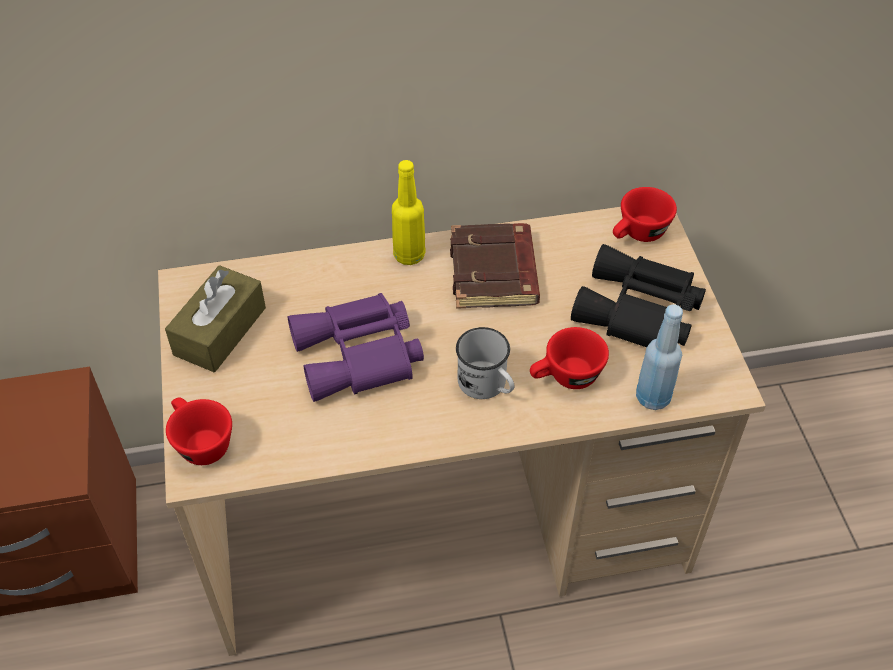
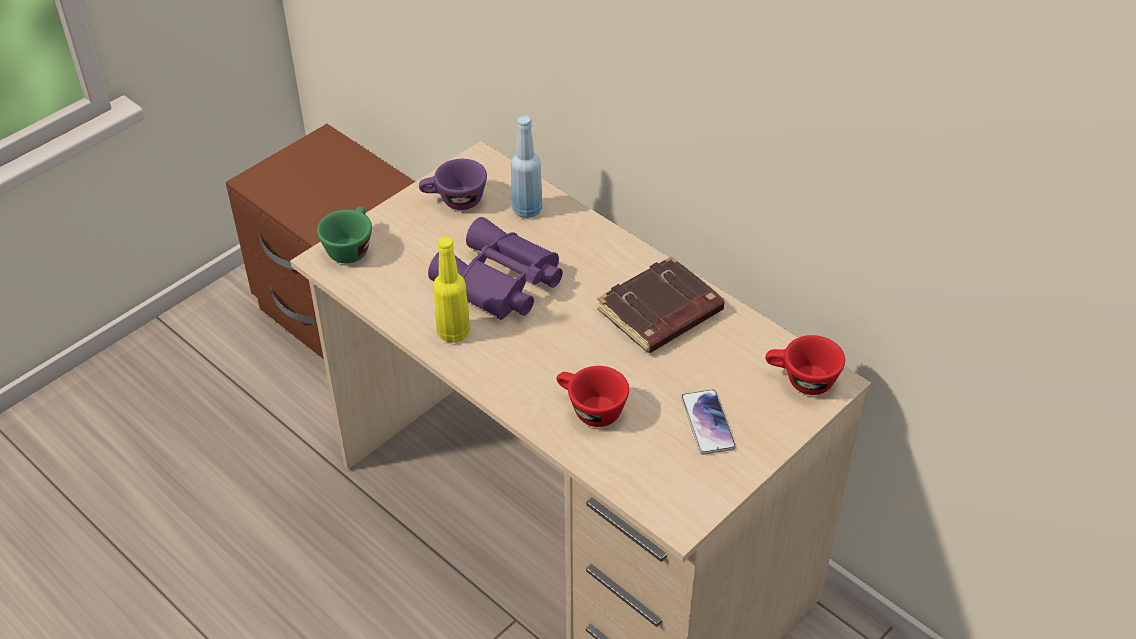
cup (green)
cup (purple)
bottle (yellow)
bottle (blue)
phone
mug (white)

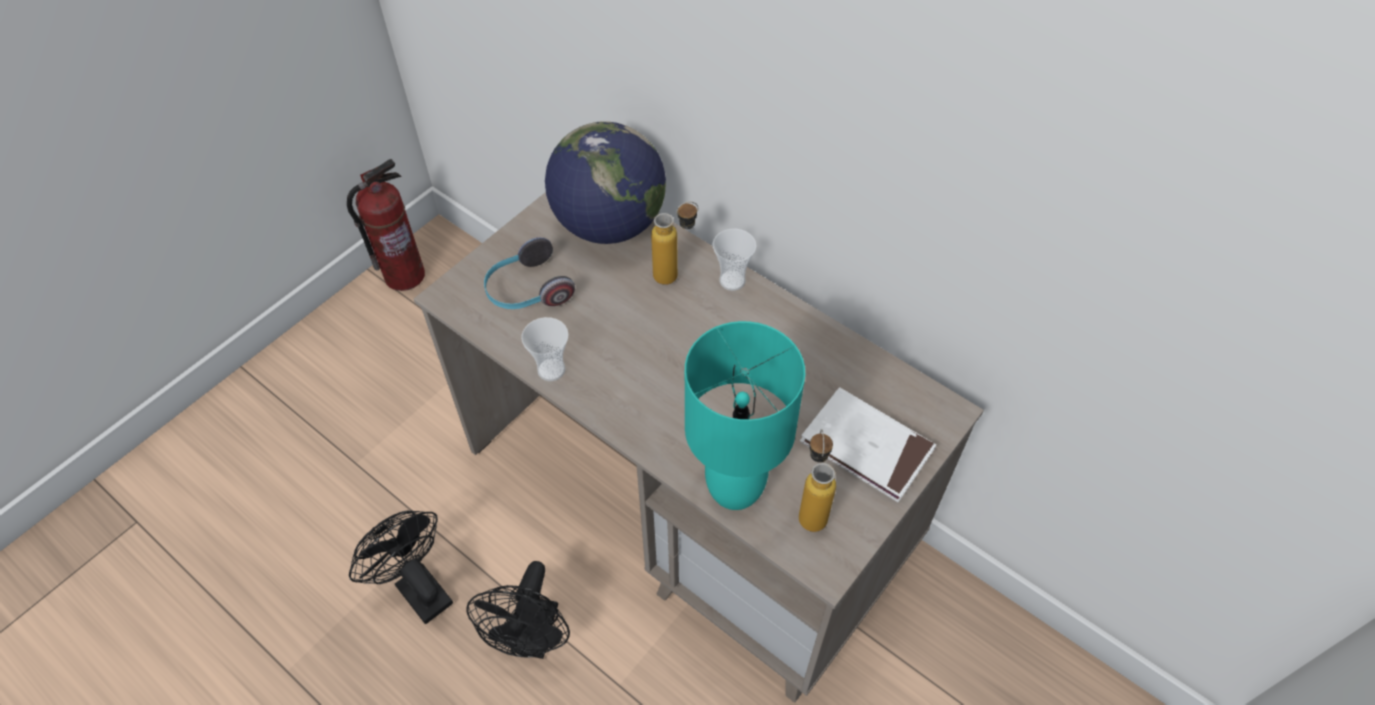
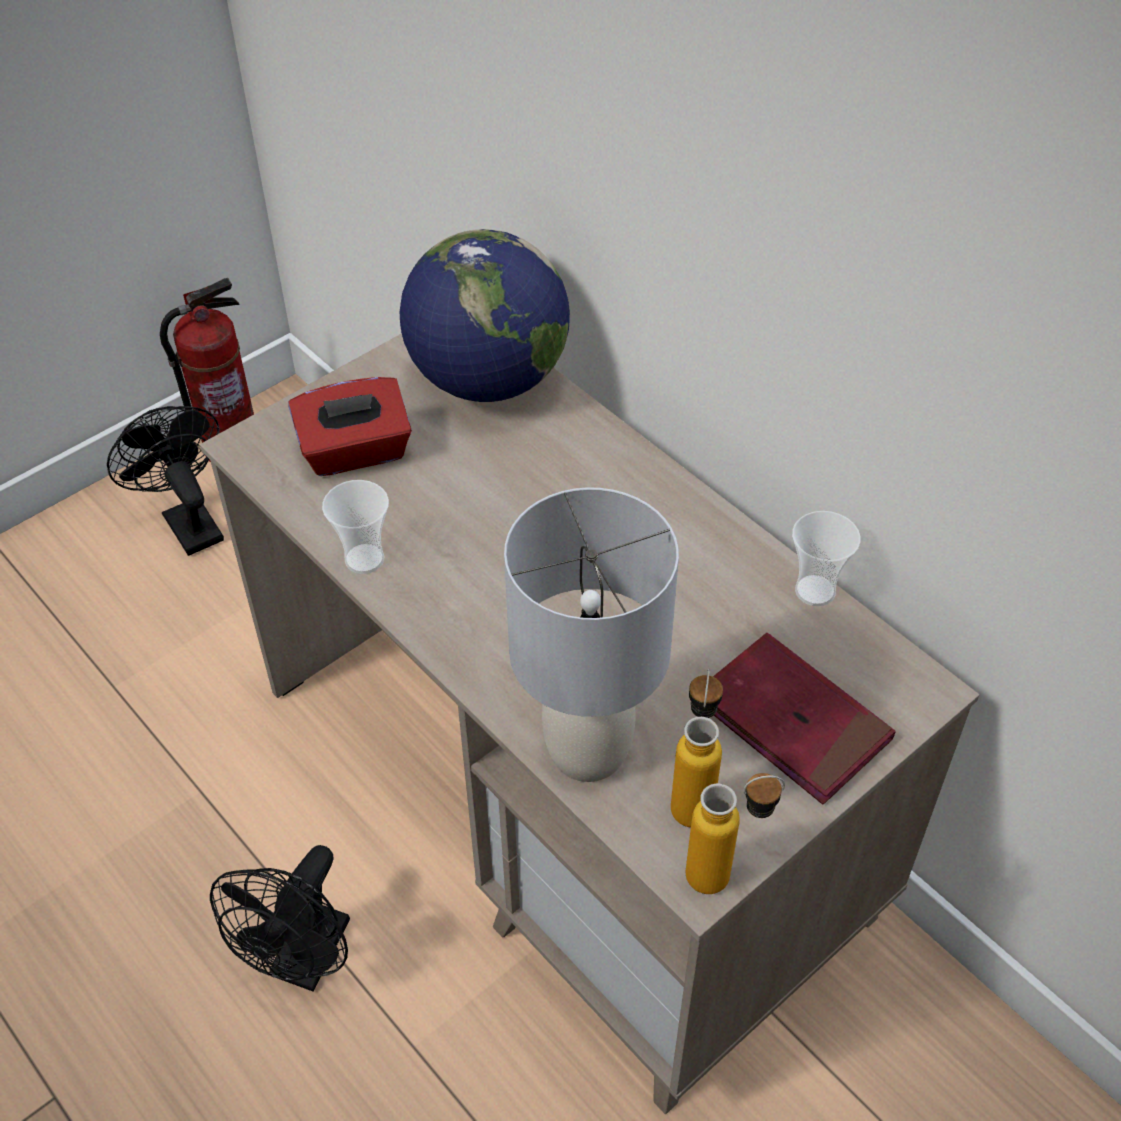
fan (black) (1st from left)
tissue box (red)
table lamp (grey)
bottle (2nd from left)
book (red)
cup (2nd from left)

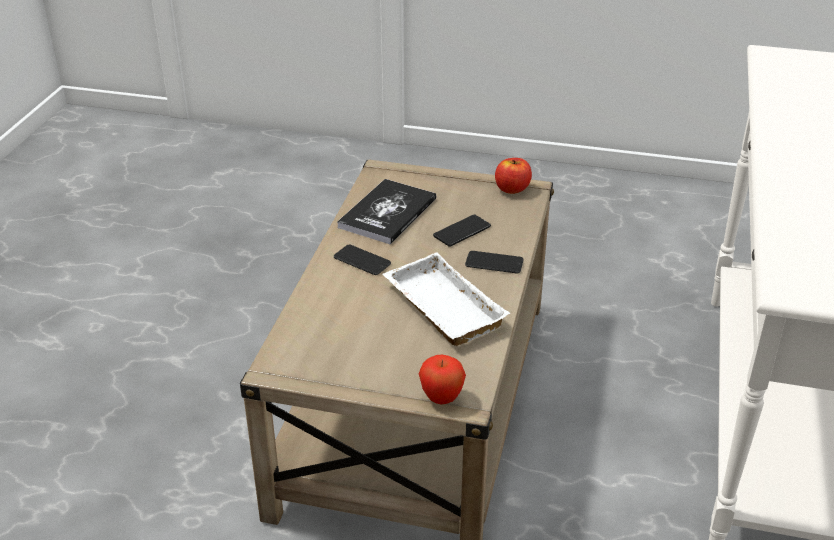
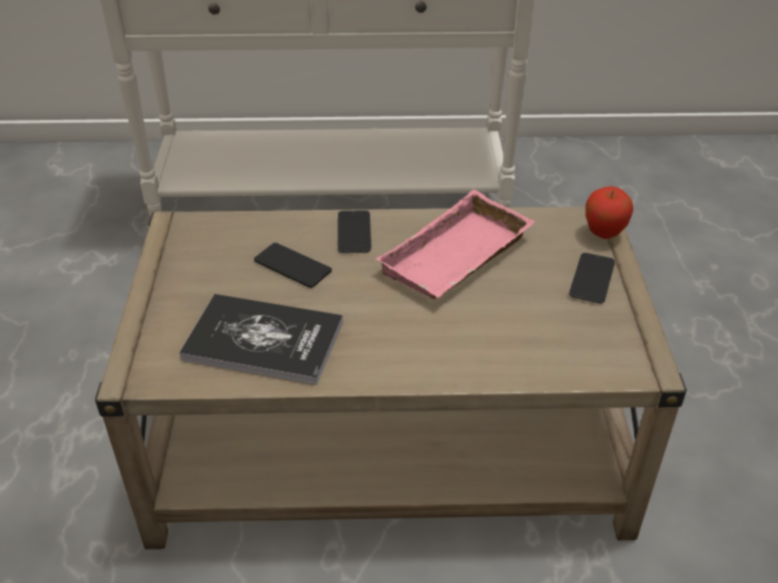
tray (pink)
phone (3rd from left)
apple (2nd from left in the first image)

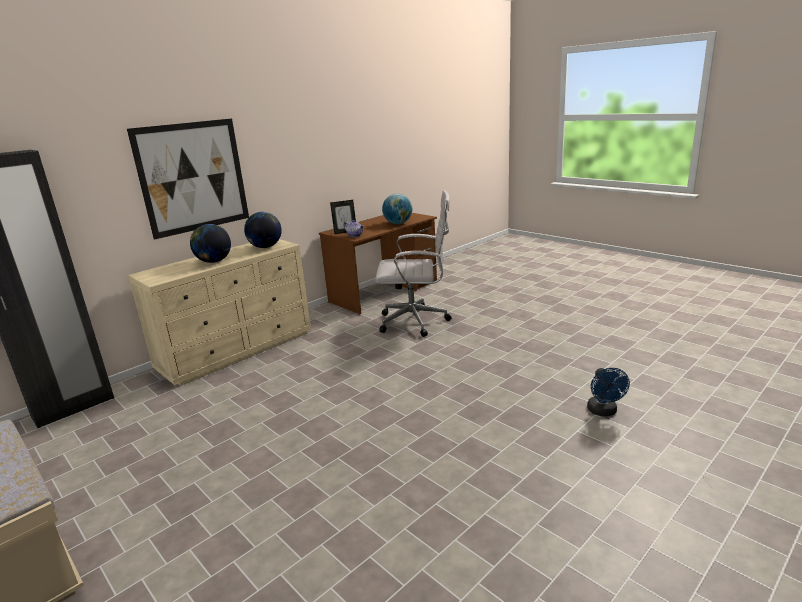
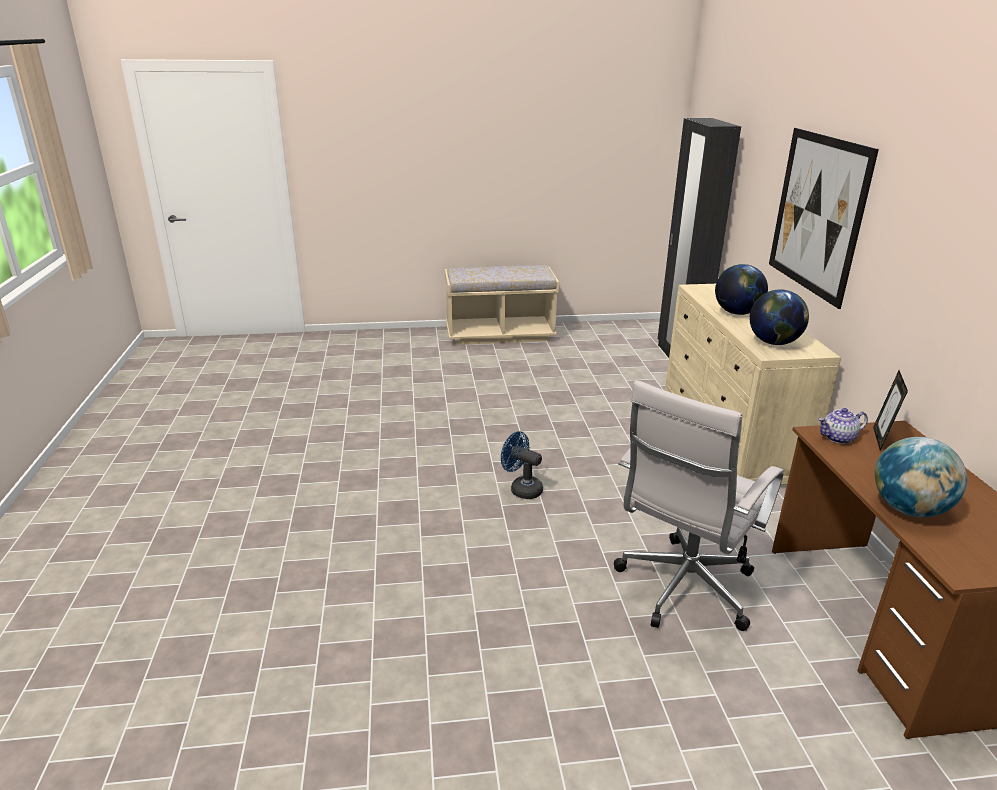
fan (blue)

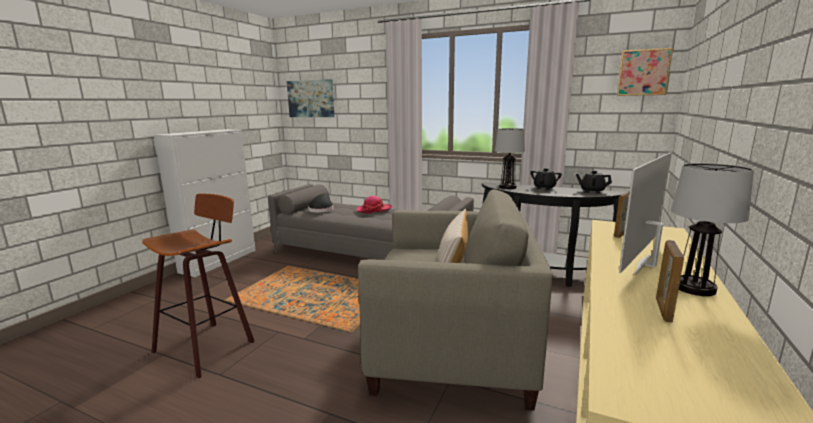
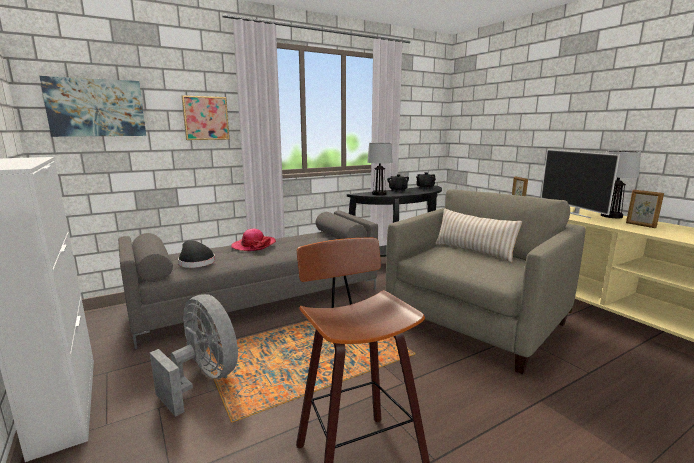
fan (grey)
picture (2nd from left)

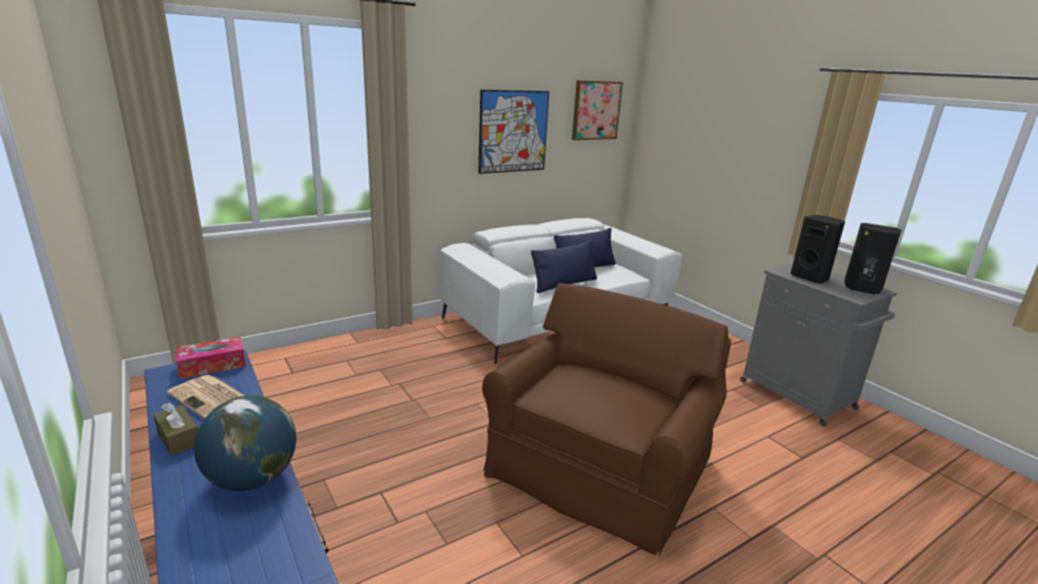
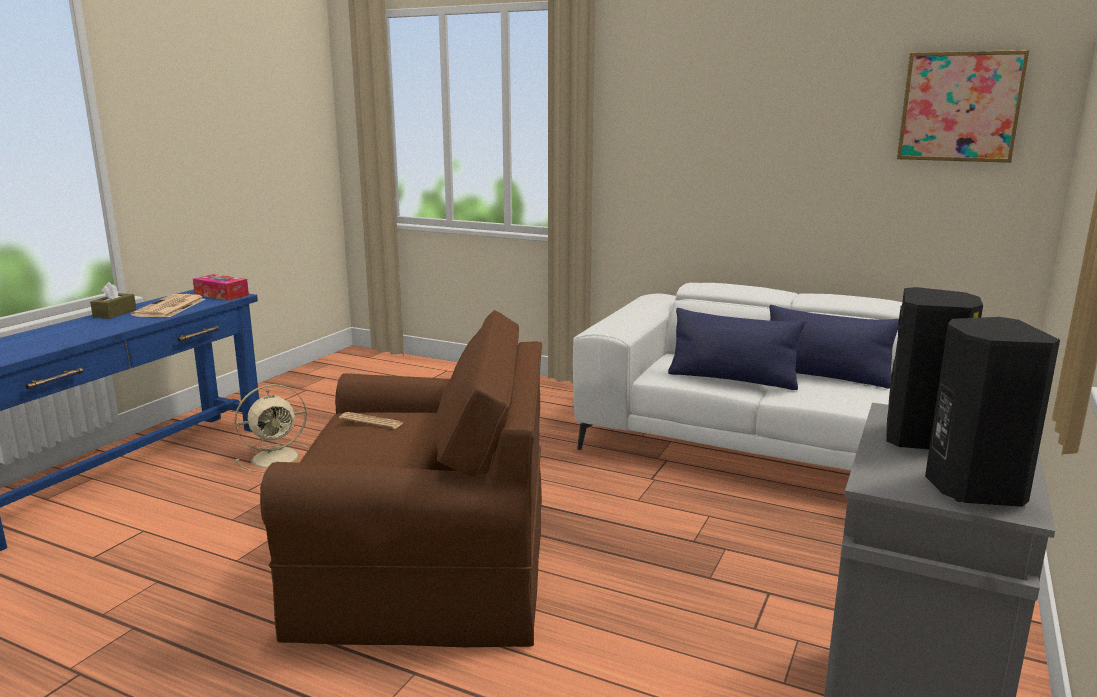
fan (beige)
newspaper (2nd from left)
globe
picture (1st from left in the first image)

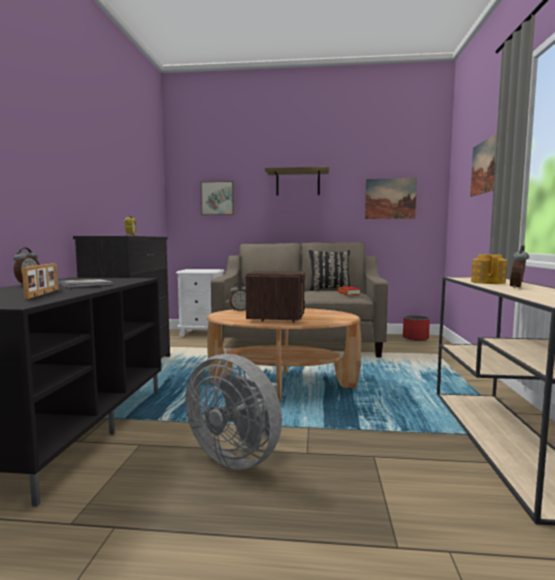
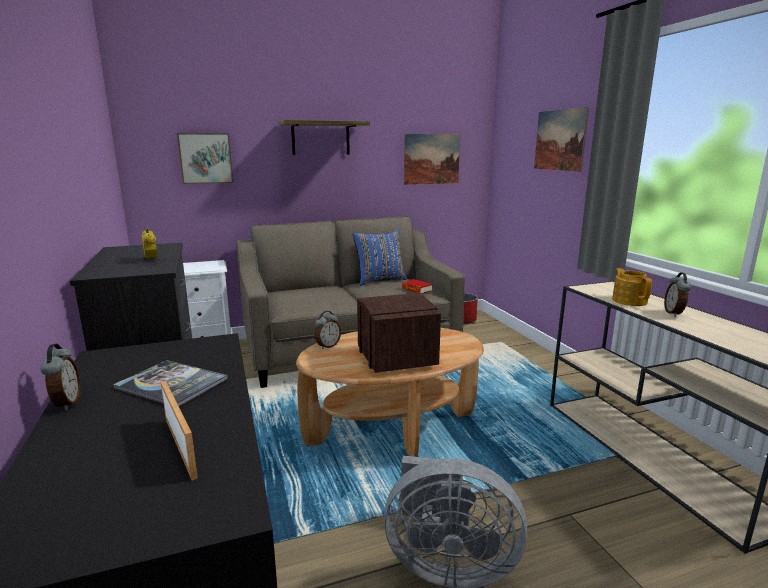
pillow (blue)

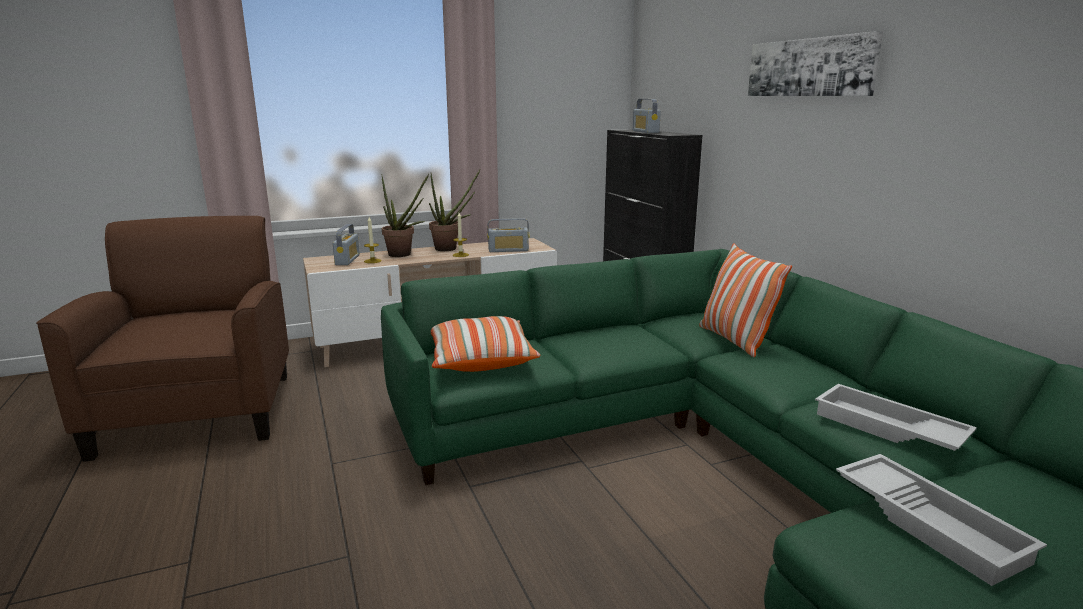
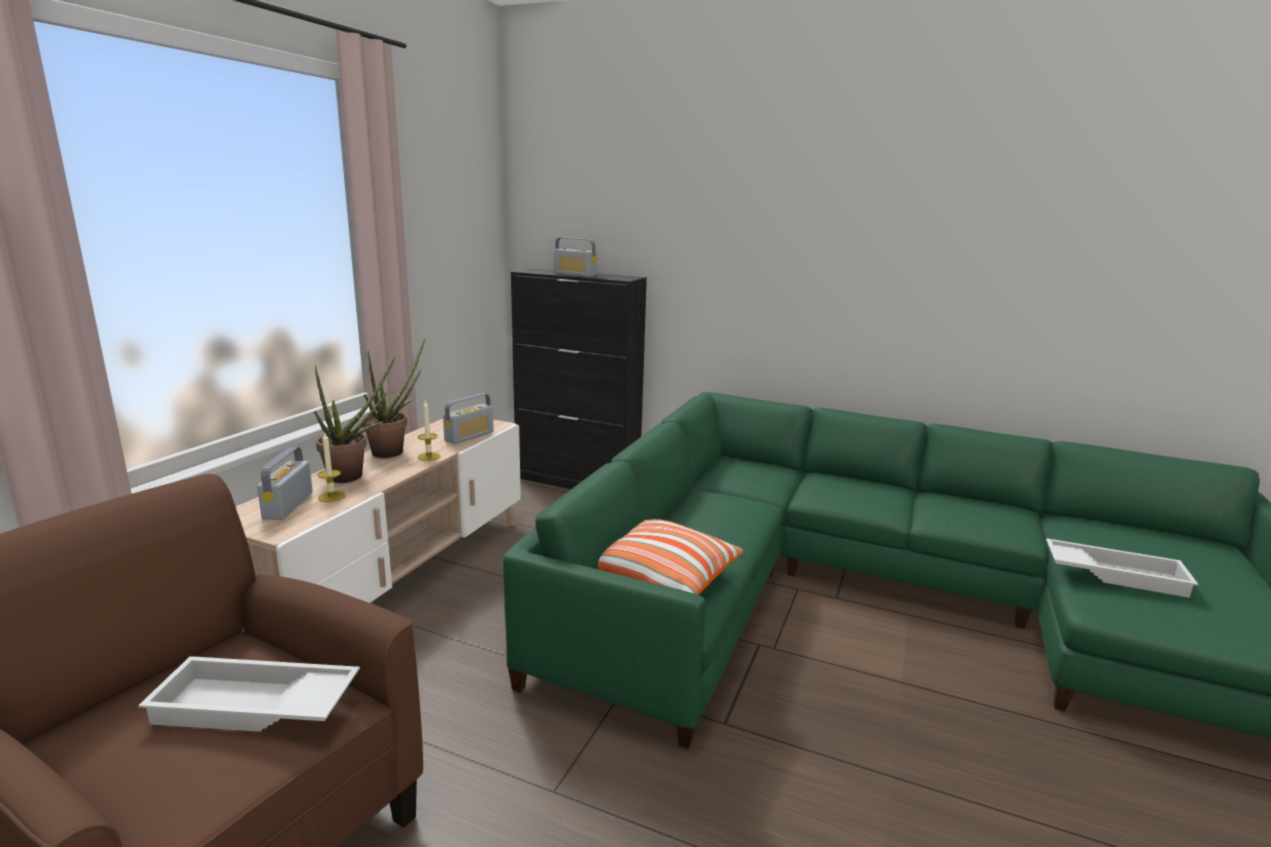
tray (white) (1st from left)
radio (1st from left)
pillow (2nd from left in the first image)
picture

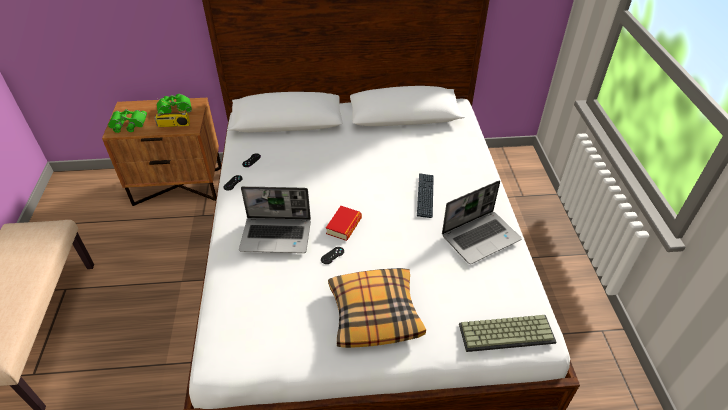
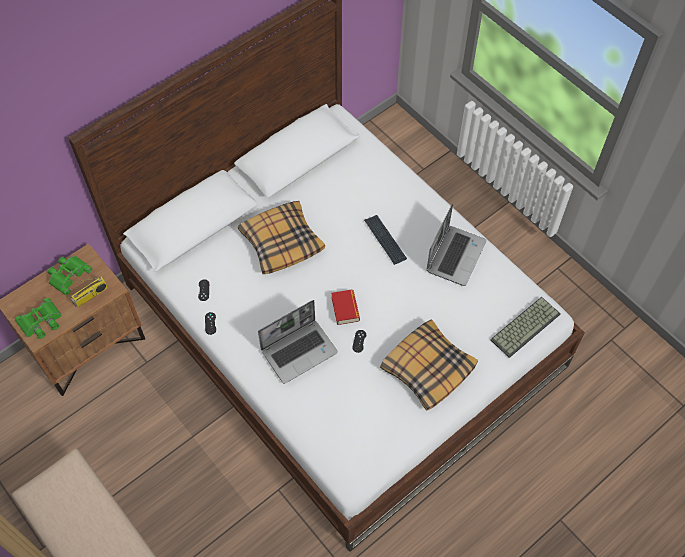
pillow (1st from left)

